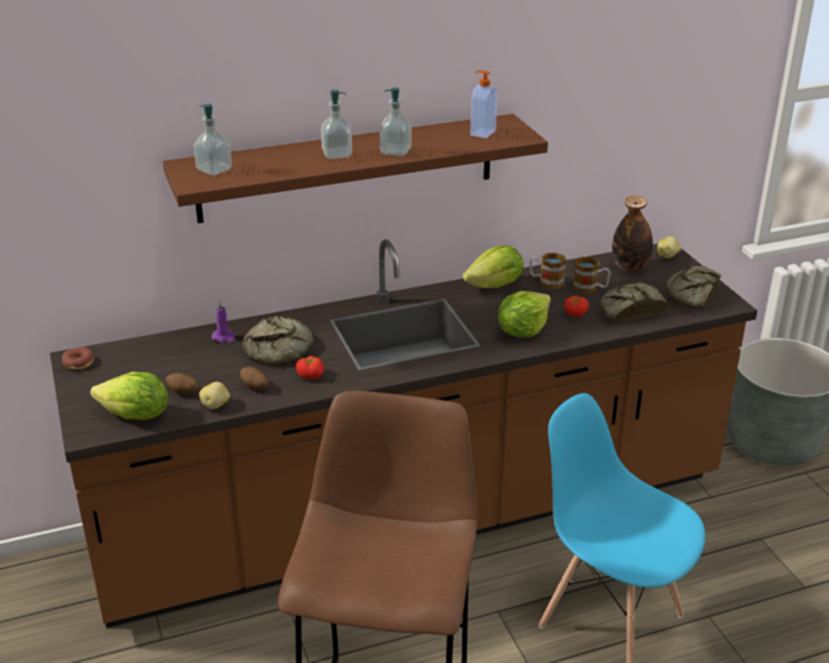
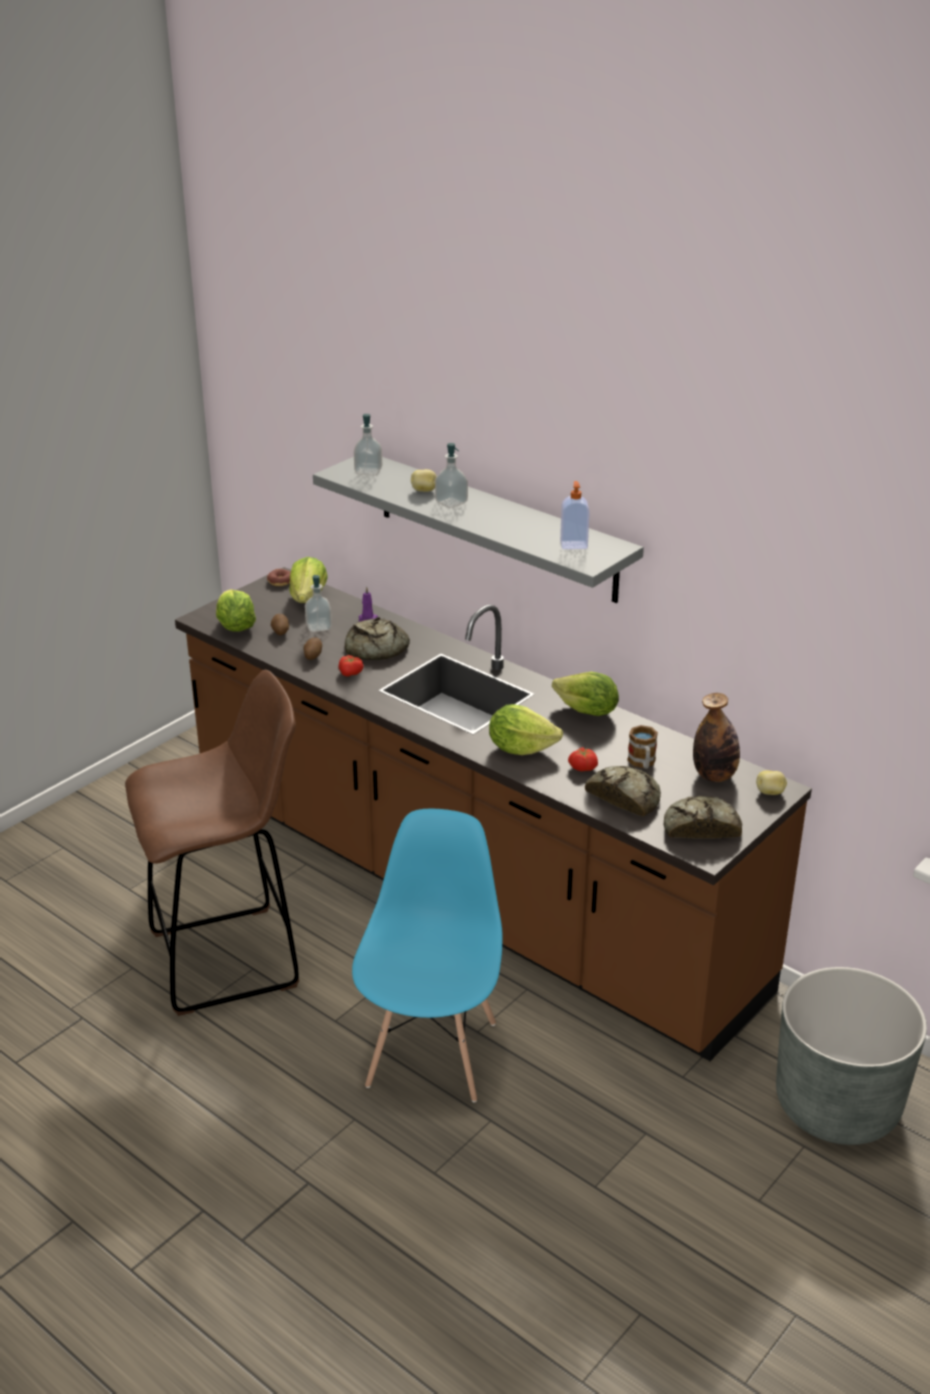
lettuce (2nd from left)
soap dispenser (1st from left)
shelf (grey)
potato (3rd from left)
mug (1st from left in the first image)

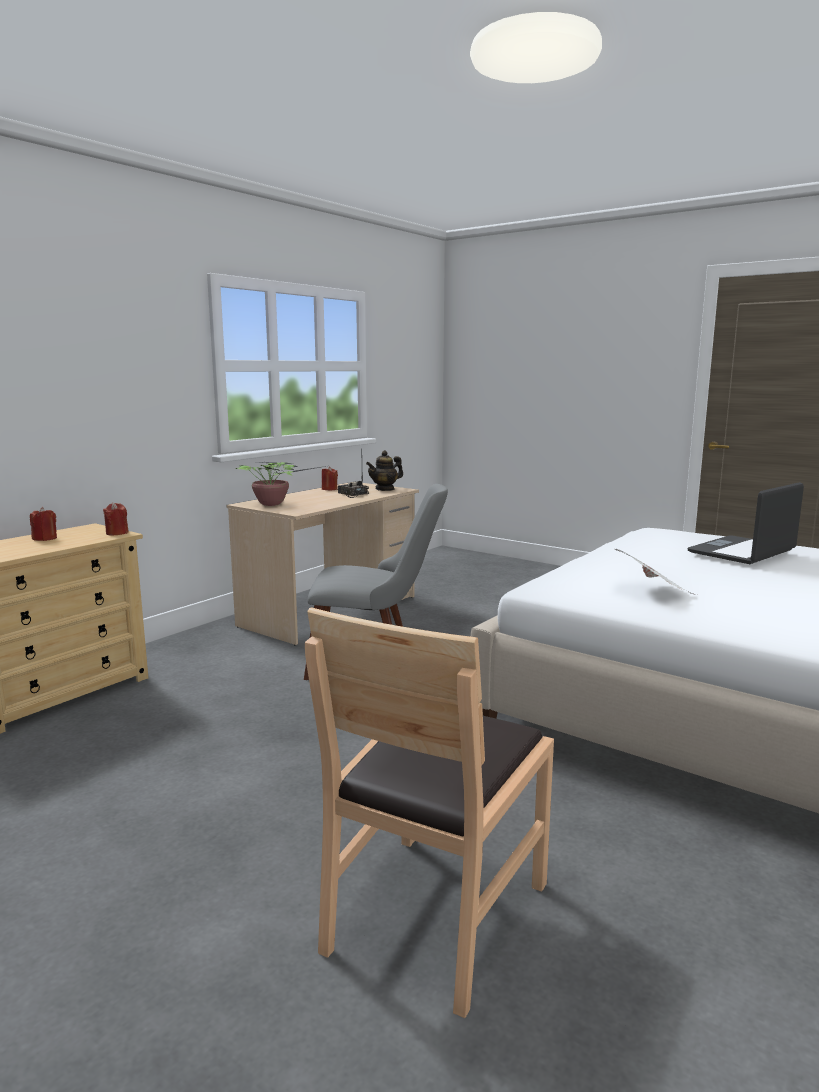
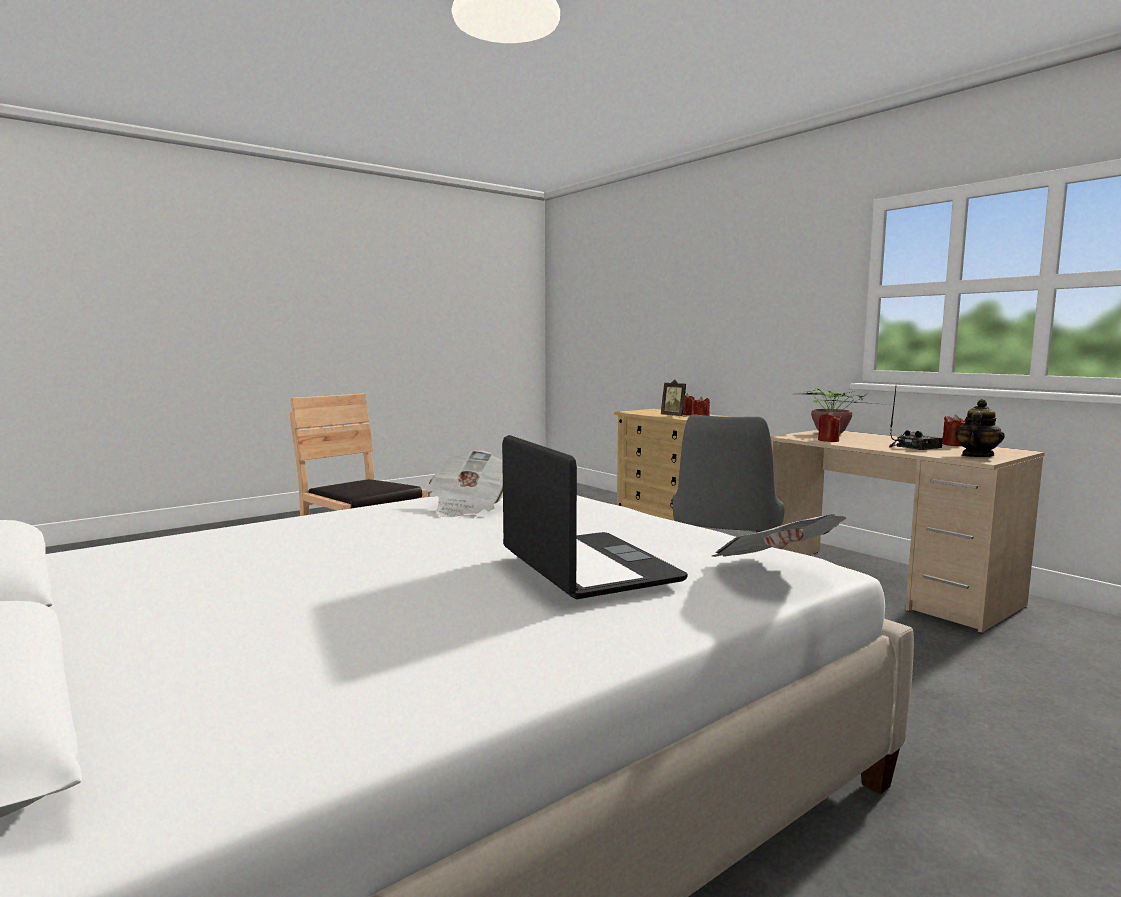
picture frame
newspaper (2nd from left)
candle (red) (3rd from left)
teapot

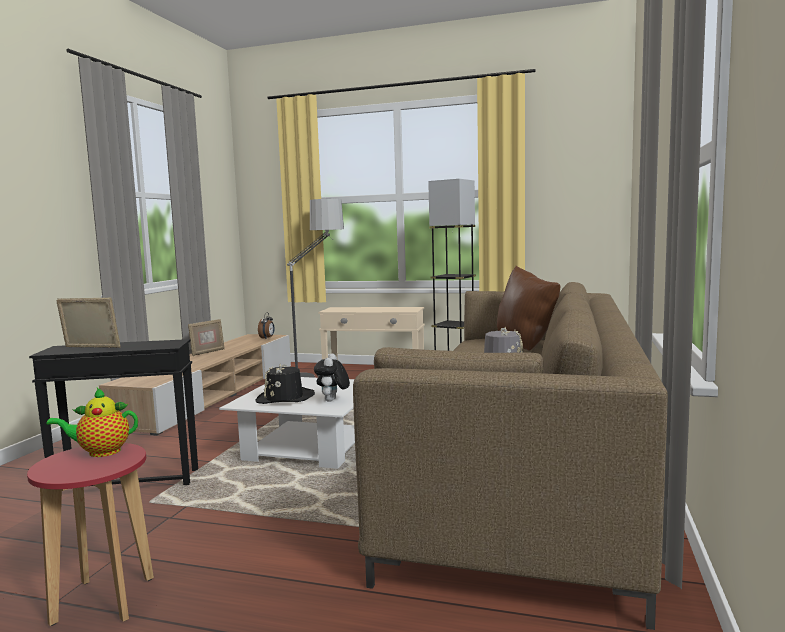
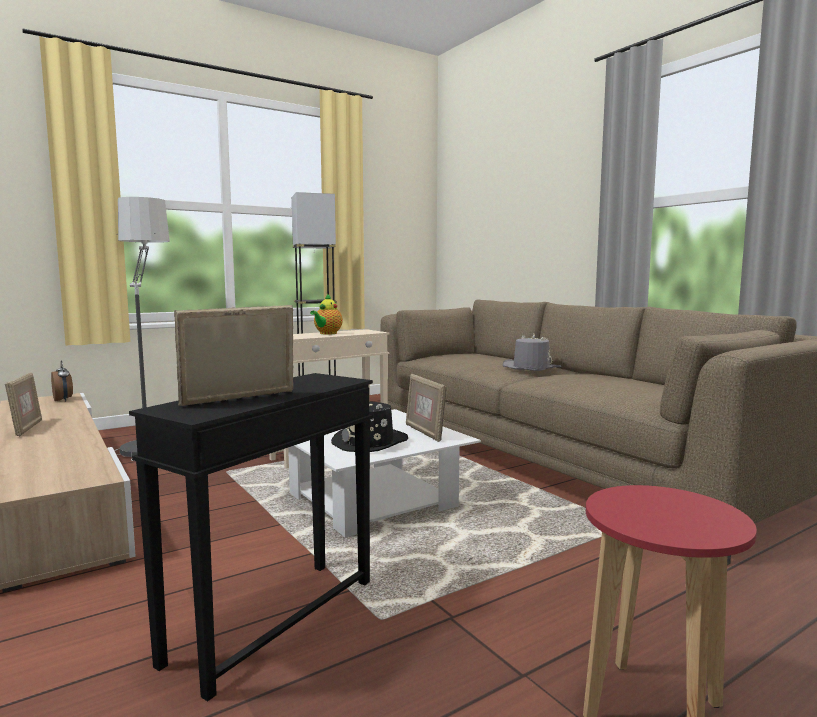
teapot
picture frame (3rd from left)
pillow (brown)

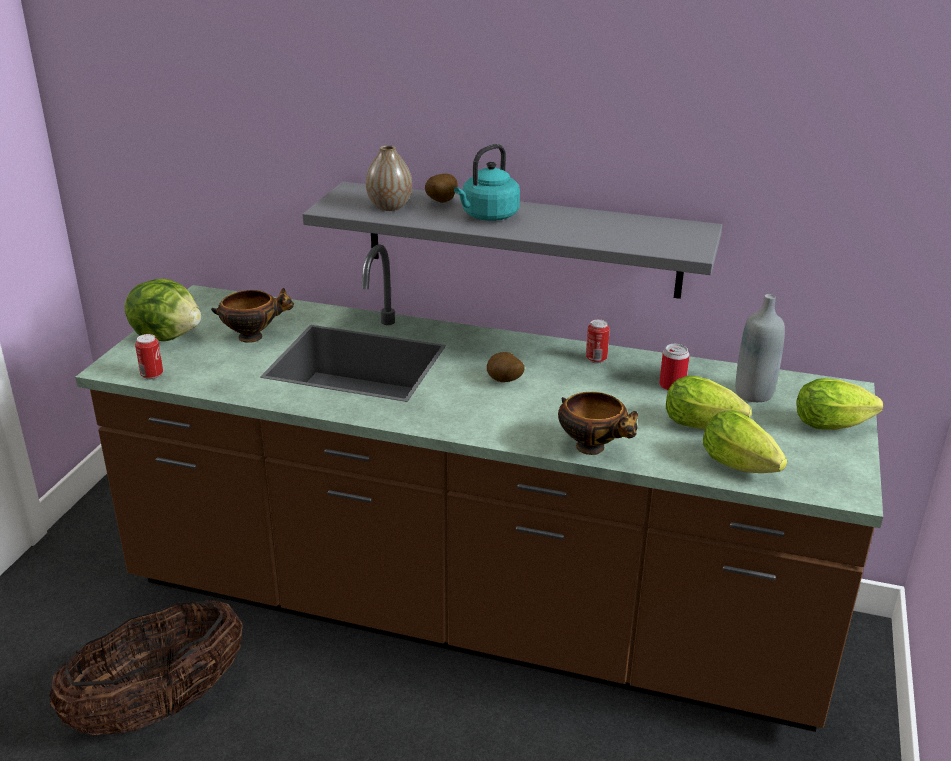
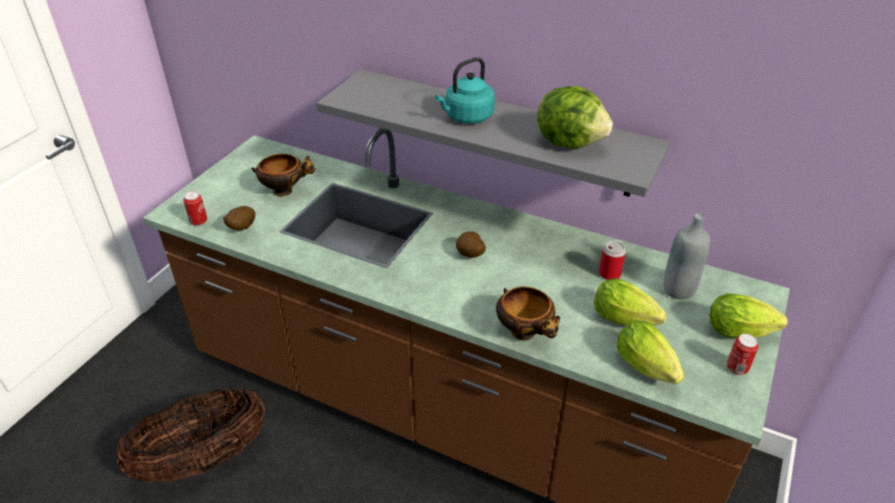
potato (1st from left)
lettuce (1st from left)
can (3rd from left)
vase

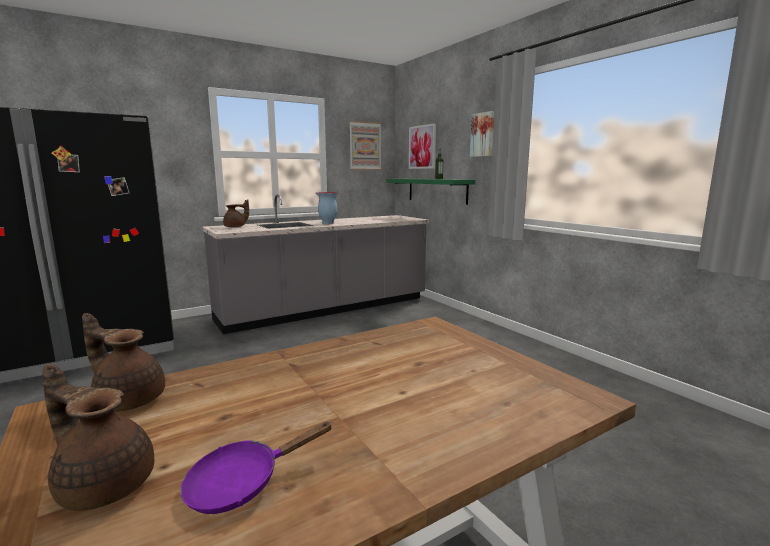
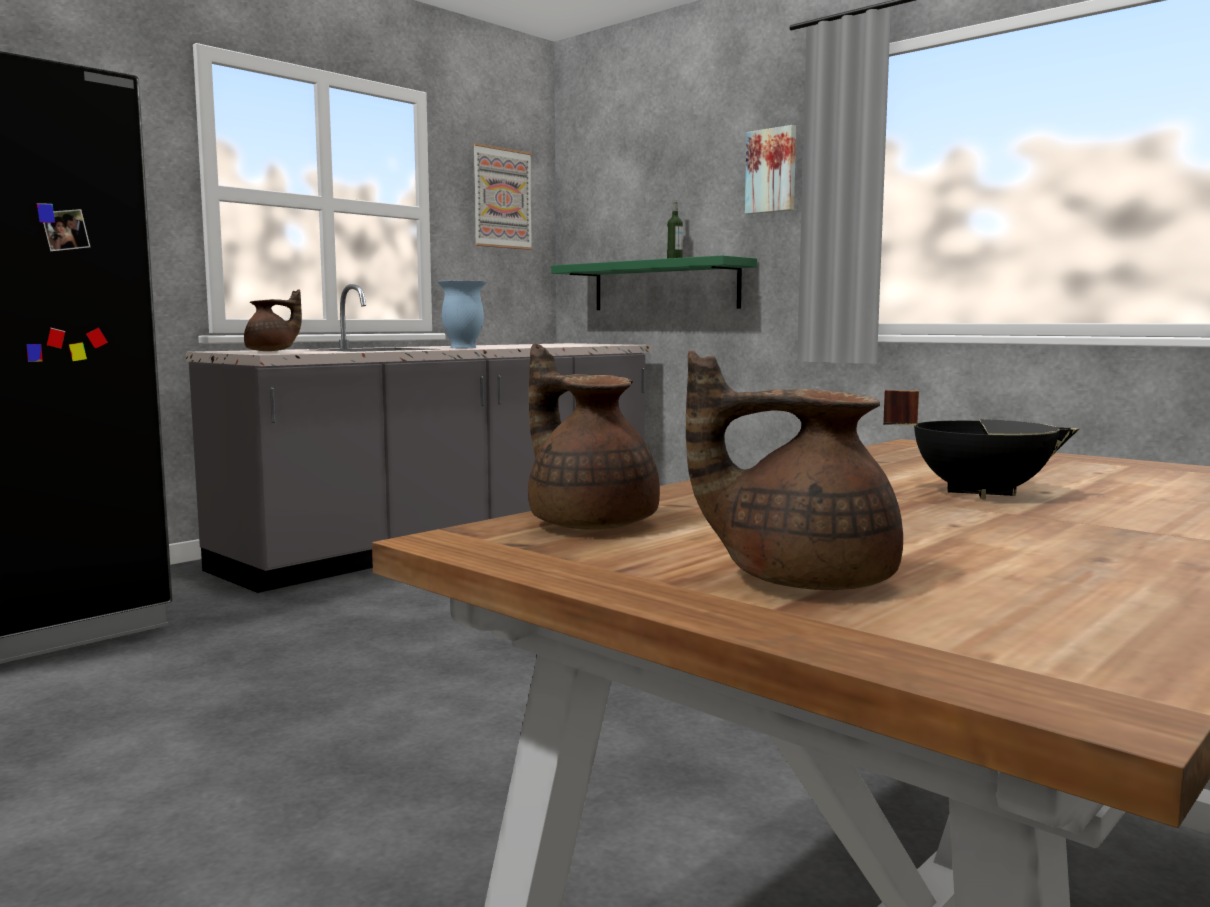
teapot (brown) (2nd from left)
cooking pot (black)
frying pan (purple)
picture (2nd from left in the first image)

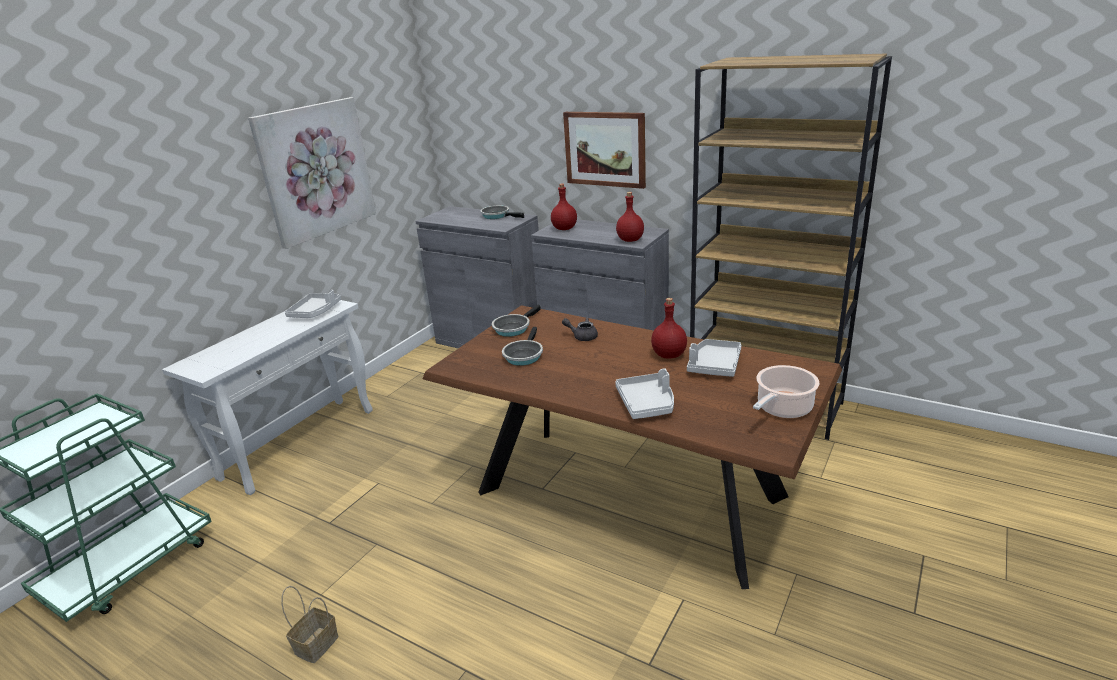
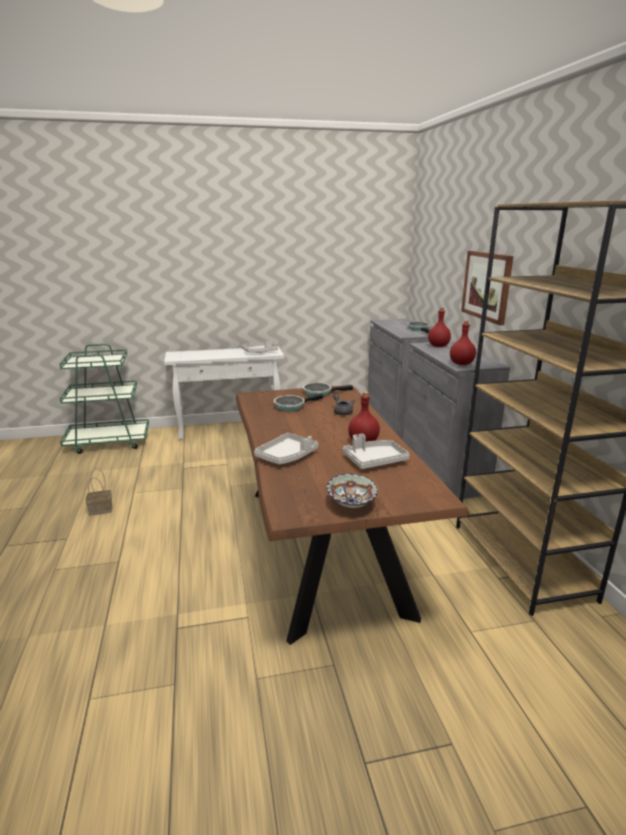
bowl
picture (1st from left in the first image)

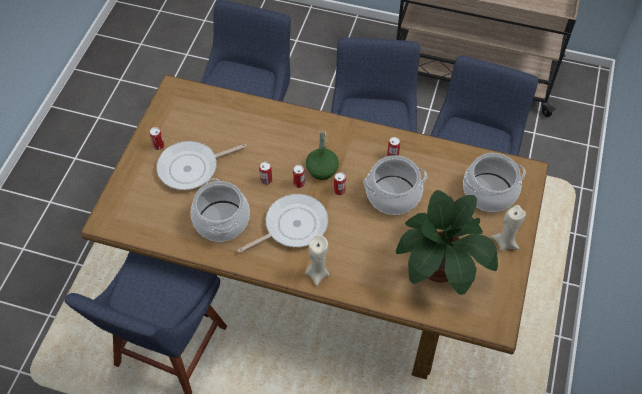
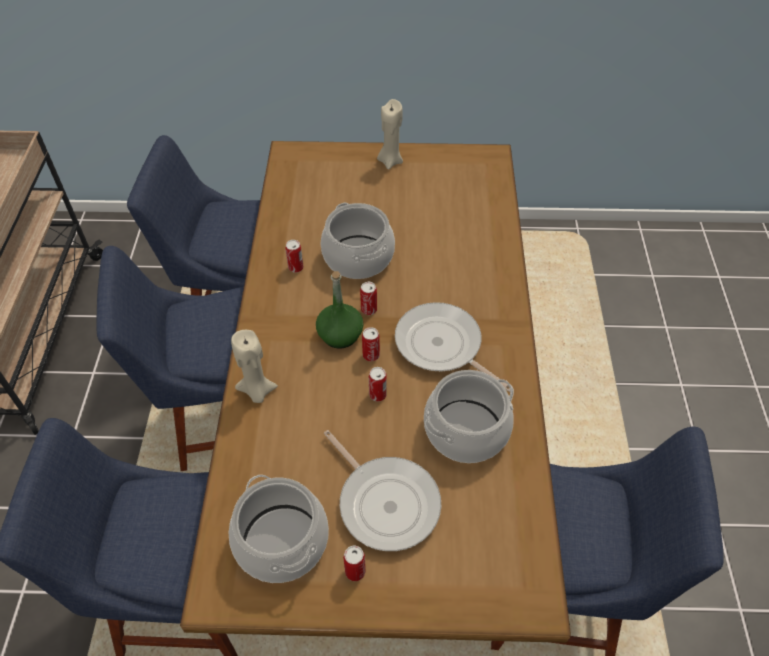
cooking pot (1st from left)
candle (beige) (1st from left)
potted plant

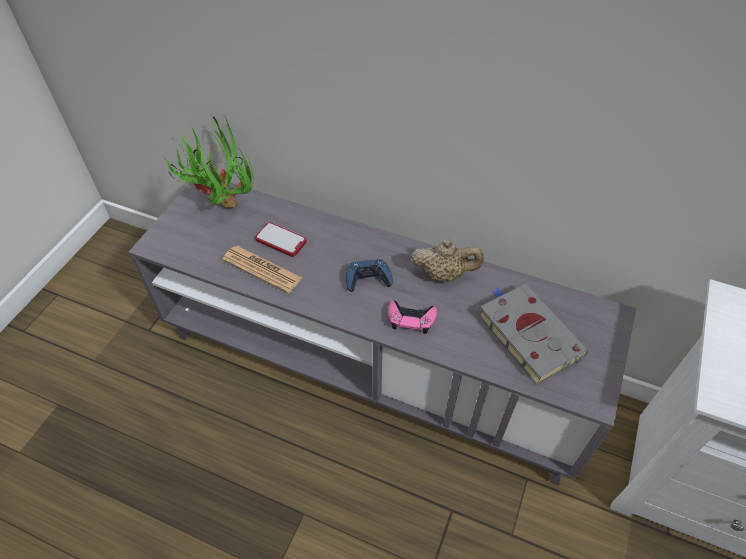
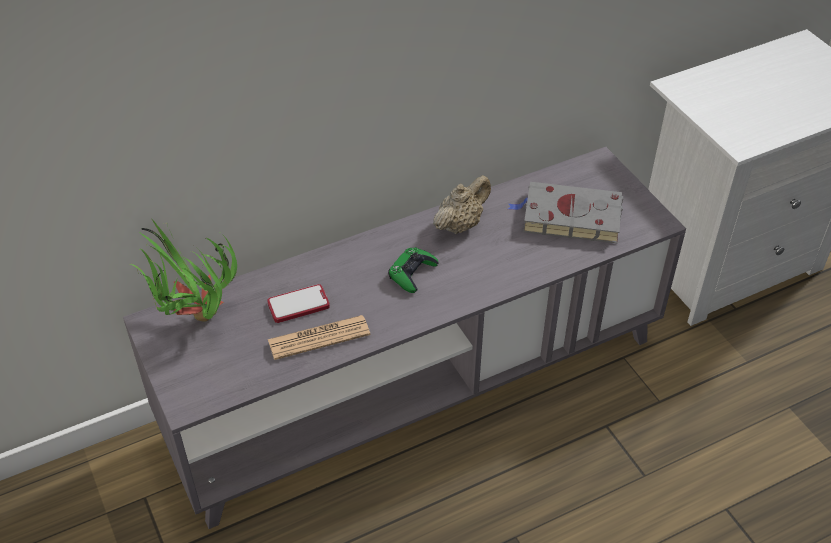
game controller (green)
game controller (pink)

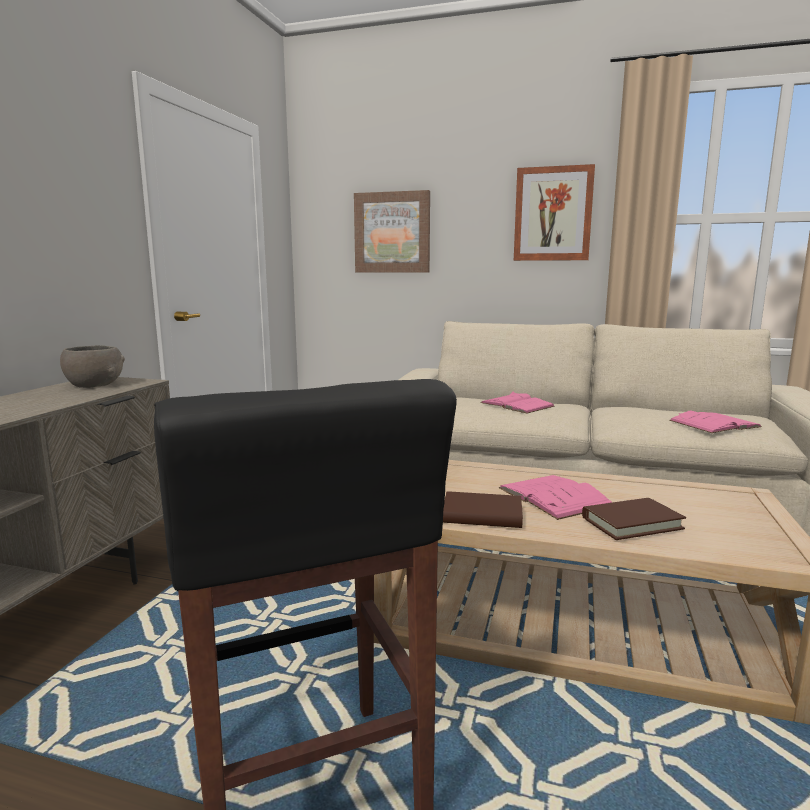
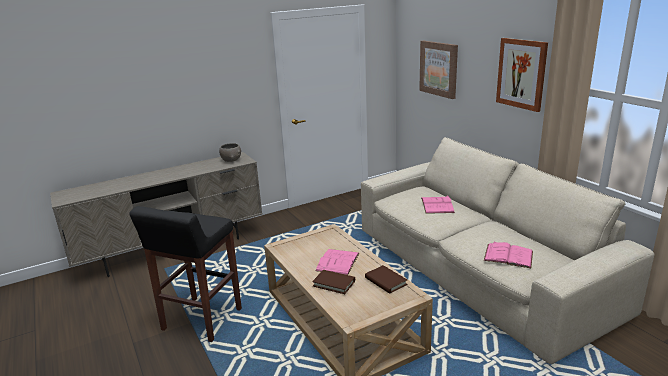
book (brown) (2nd from left)

